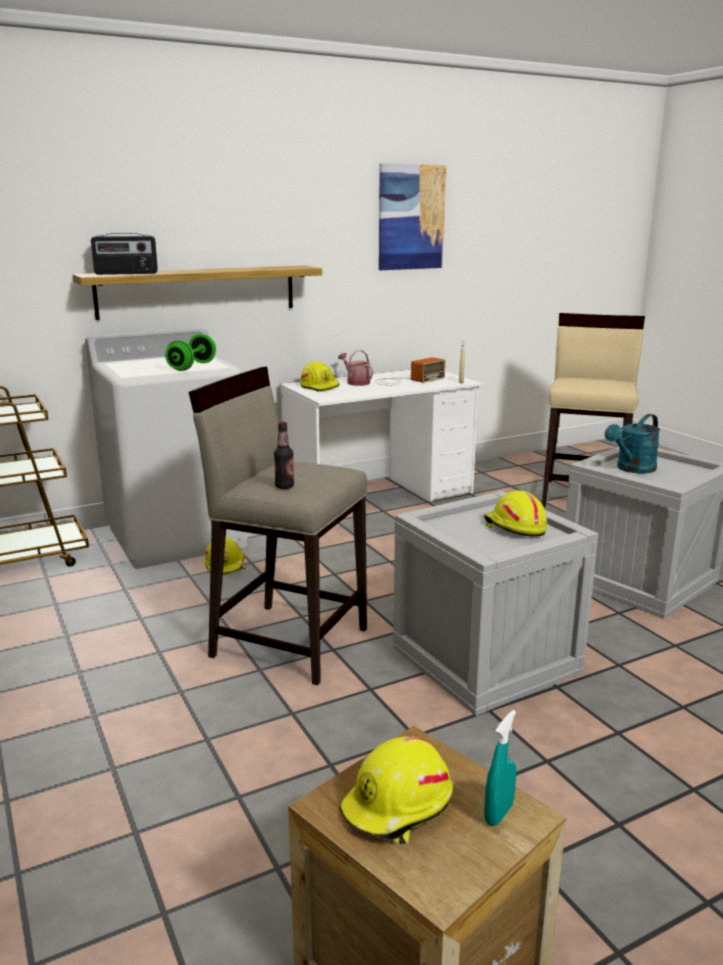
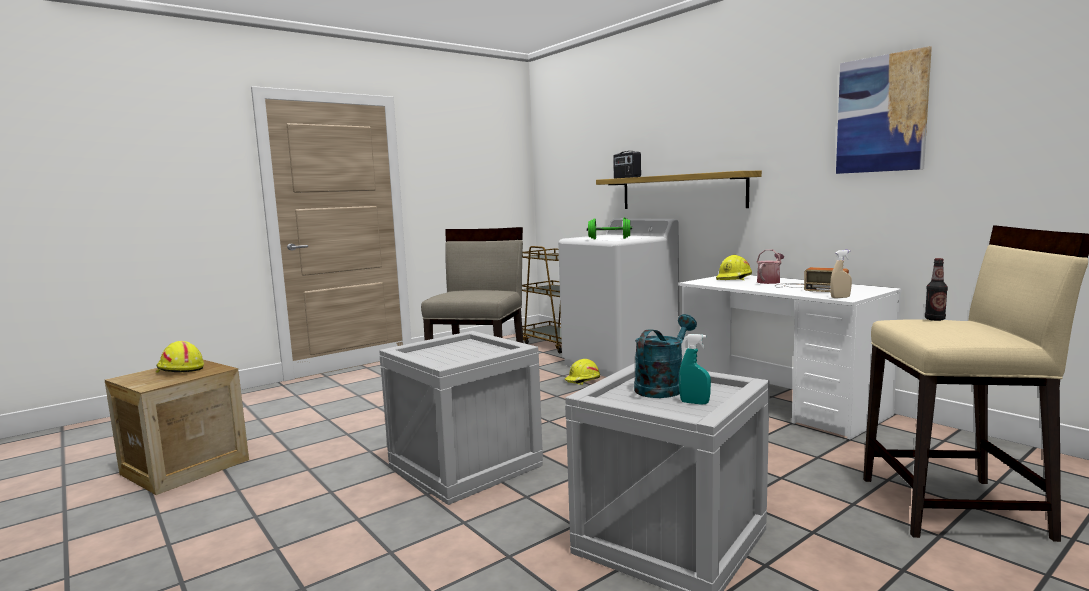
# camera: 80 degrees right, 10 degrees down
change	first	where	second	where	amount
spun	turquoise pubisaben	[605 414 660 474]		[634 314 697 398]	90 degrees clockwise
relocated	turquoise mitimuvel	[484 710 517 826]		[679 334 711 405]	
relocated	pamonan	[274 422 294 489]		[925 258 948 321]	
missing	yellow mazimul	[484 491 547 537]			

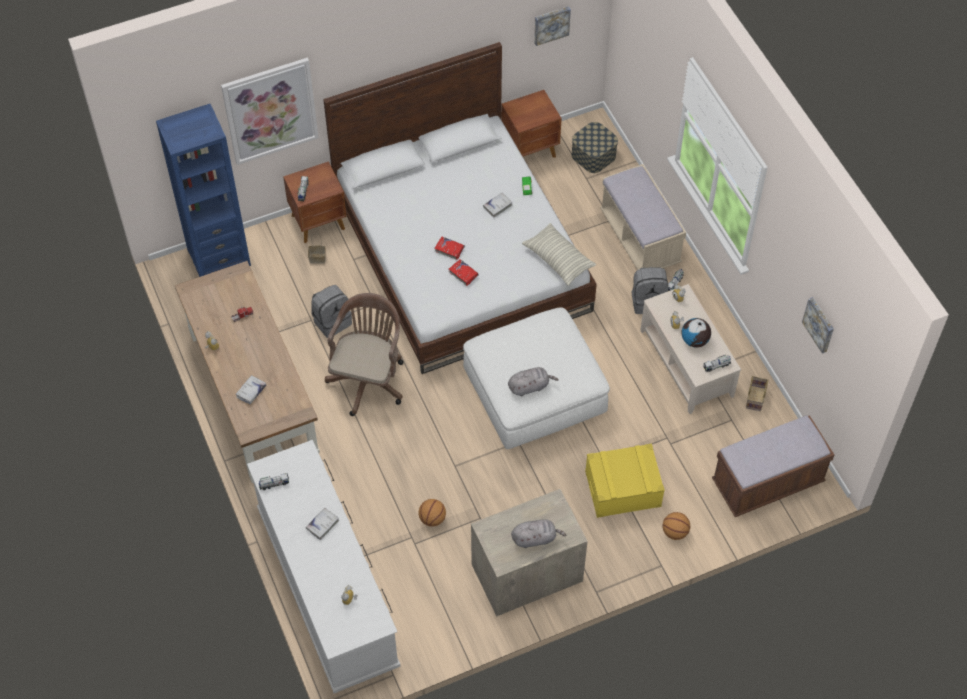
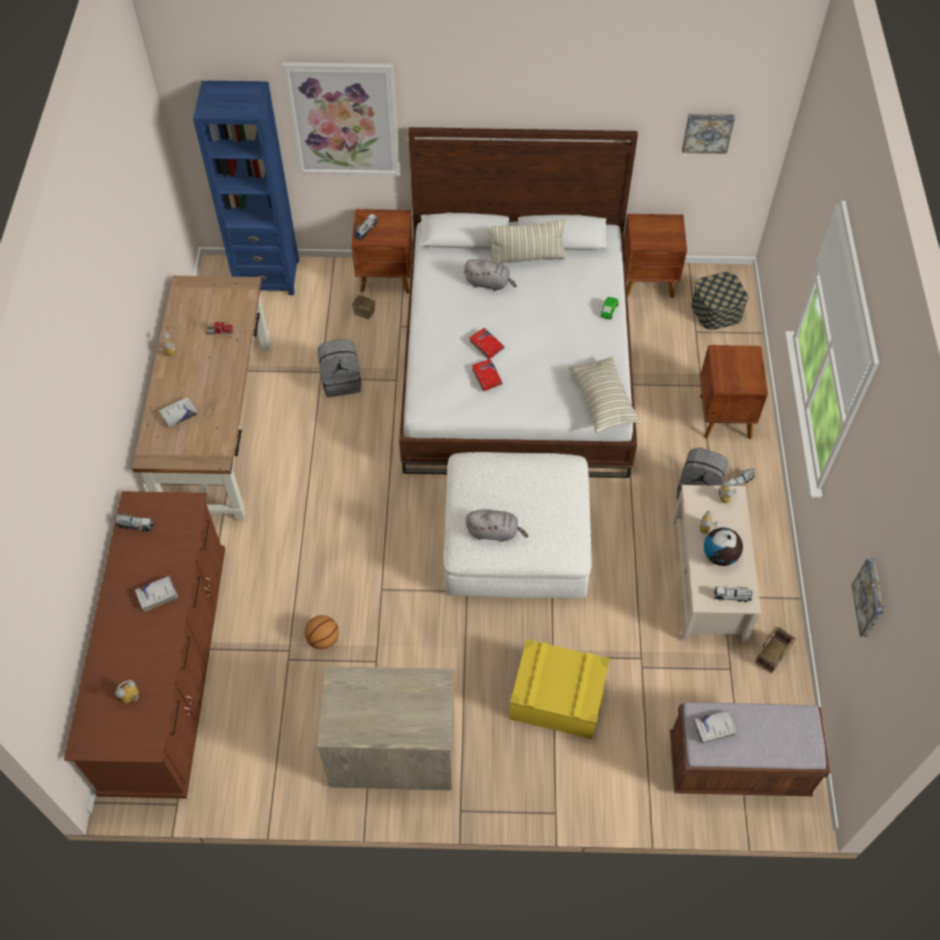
# camera: 25 degrees right, 0 degrees up
change	first	where	second	where	amount
colour	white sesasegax	[247 440 400 693]	brown sesasegax	[64 491 225 799]	
relocated	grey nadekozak	[511 520 566 548]		[464 259 517 291]	
appeared			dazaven	[488 219 567 264]	
relocated	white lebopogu	[483 193 512 218]		[694 710 738 744]	
exchanged	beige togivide	[600 164 686 270]	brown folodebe	[700 345 768 439]	
missing	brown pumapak	[325 293 403 416]			
missing	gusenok	[663 512 690 540]			

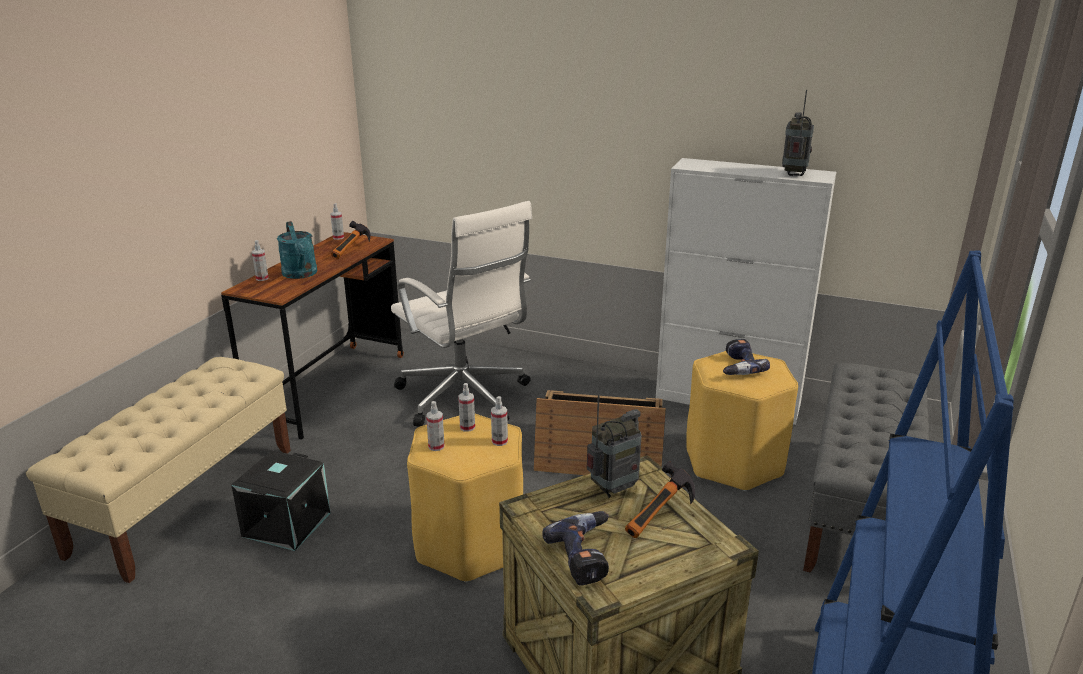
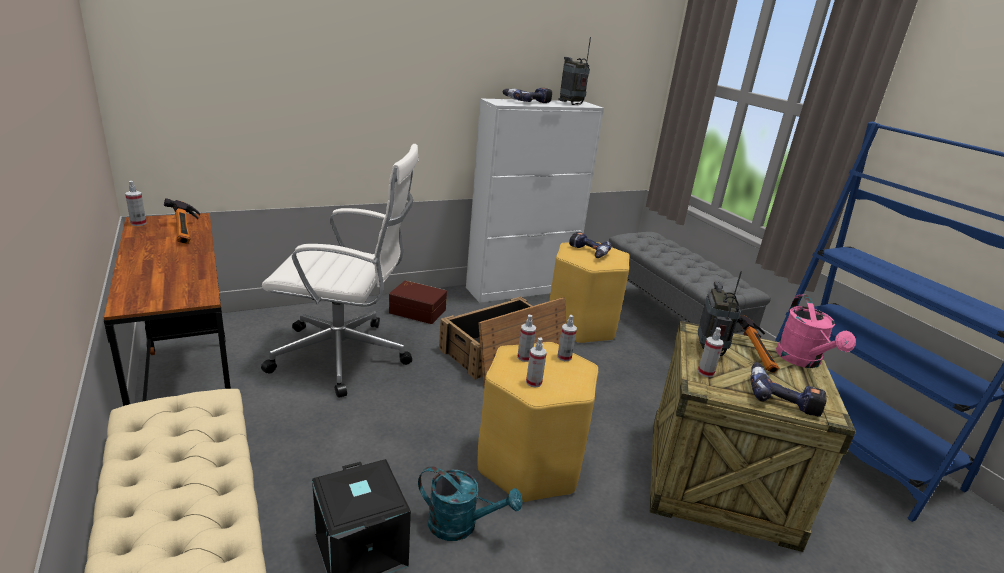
# camera: 50 degrees left, 0 degrees up
change	first	where	second	where	amount
appeared			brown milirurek	[389 281 447 324]	
relocated	turquoise pubisaben	[277 221 317 279]		[418 466 522 541]	
appeared			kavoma	[503 88 552 103]	
relocated	mitimuvel	[252 240 269 281]		[698 327 724 377]	
appeared			pink pubisaben	[776 294 856 368]	

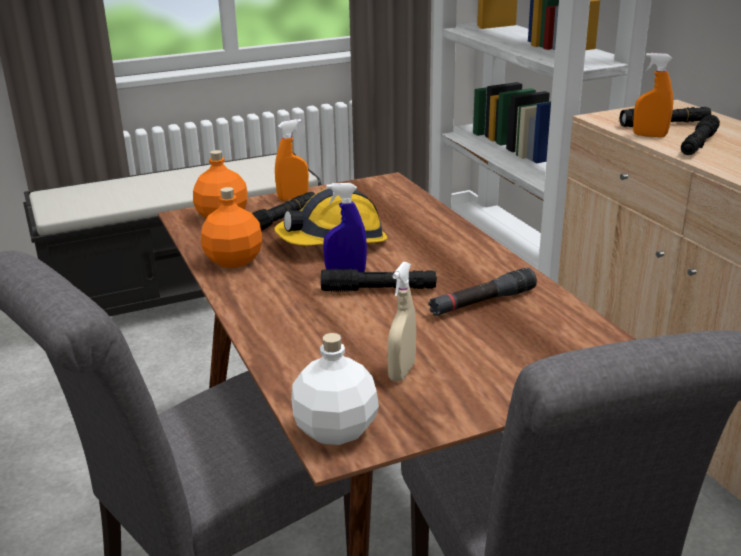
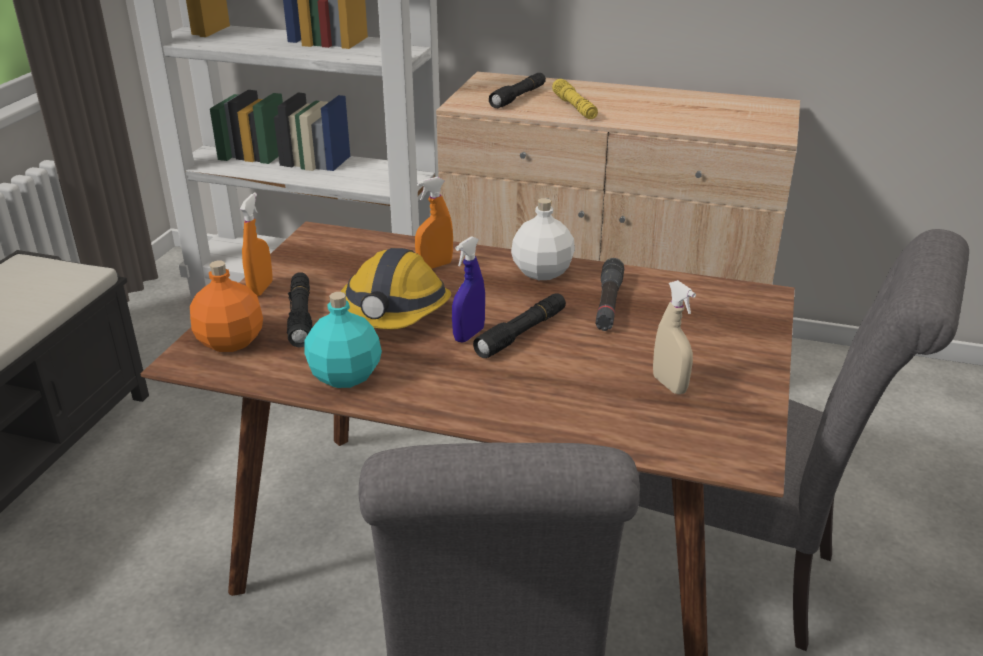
# camera: 50 degrees left, 5 degrees up
change	first	where	second	where	amount
colour	orange pamonan	[201 187 262 268]	turquoise pamonan	[304 292 382 388]	
relocated	orange mitimuvel	[633 53 673 137]		[415 177 453 269]	
relocated	white pamonan	[291 333 379 445]		[511 198 575 280]	
colour	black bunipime	[681 115 720 155]	yellow bunipime	[552 79 598 119]	

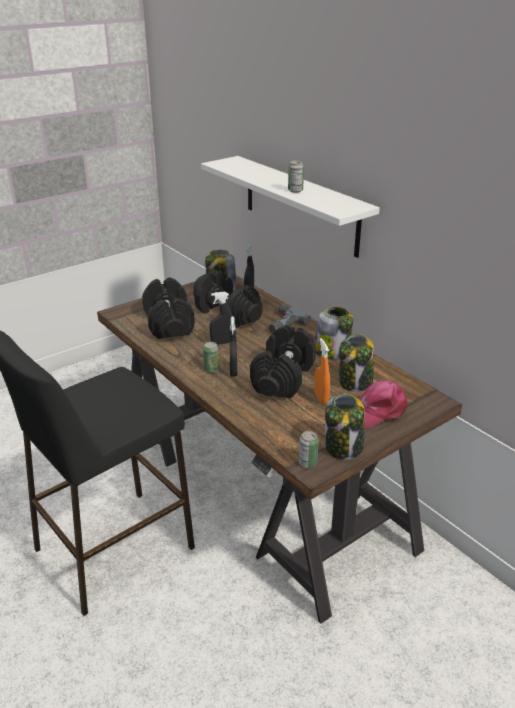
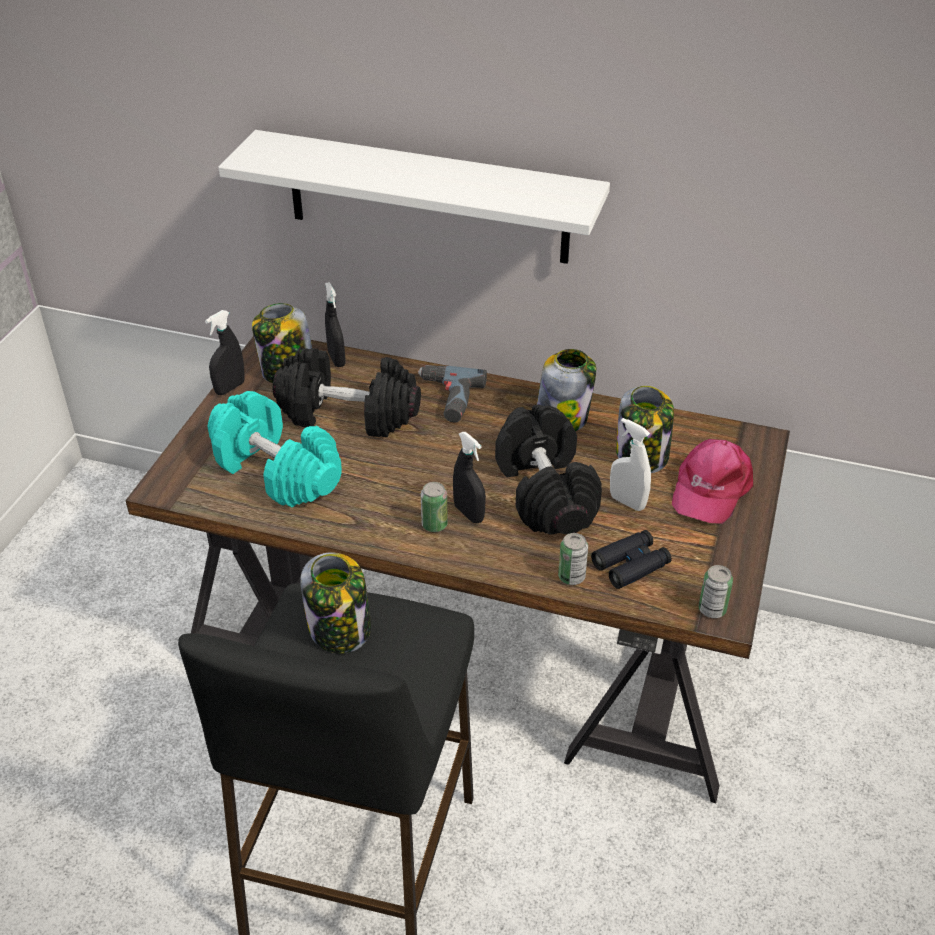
# camera: 35 degrees left, 10 degrees up
change	first	where	second	where	amount
relocated	black mitimuvel	[209 292 233 345]		[205 310 245 395]	
colour	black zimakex	[142 277 195 339]	turquoise zimakex	[208 391 342 507]	
relocated	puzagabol	[325 394 365 460]		[300 552 371 654]	
relocated	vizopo	[288 161 304 193]		[558 533 588 585]	
appeared			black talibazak	[591 530 671 589]	
colour	orange mitimuvel	[314 338 330 405]	white mitimuvel	[610 418 651 511]	

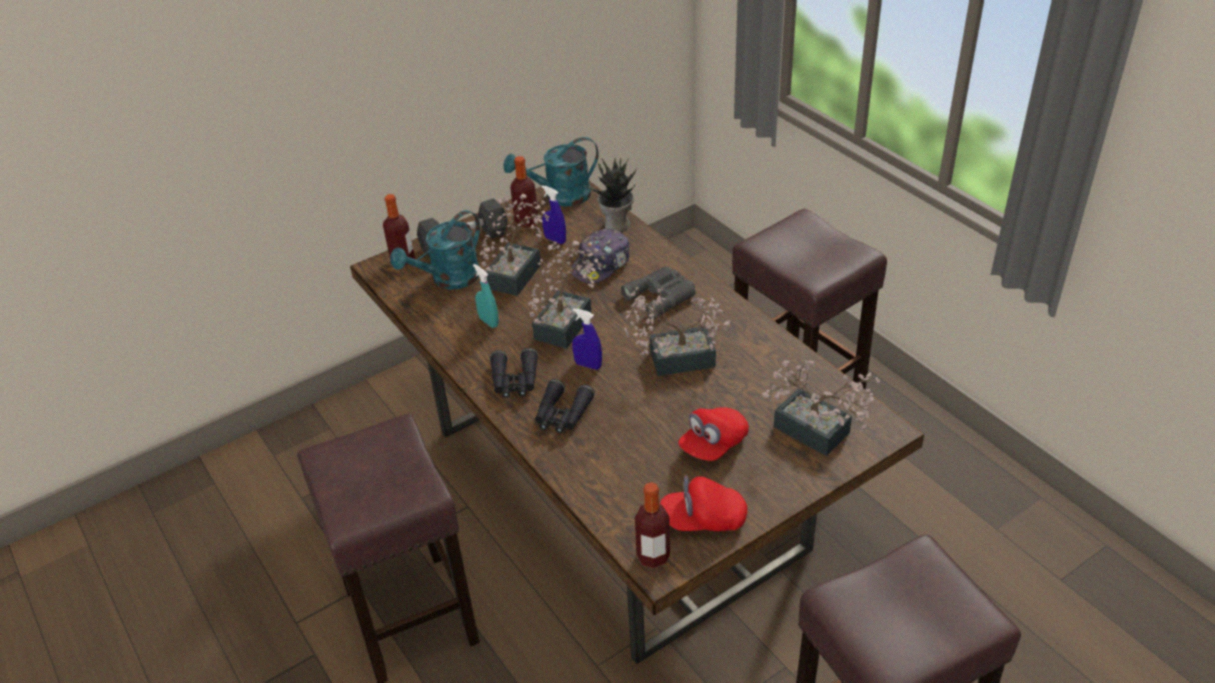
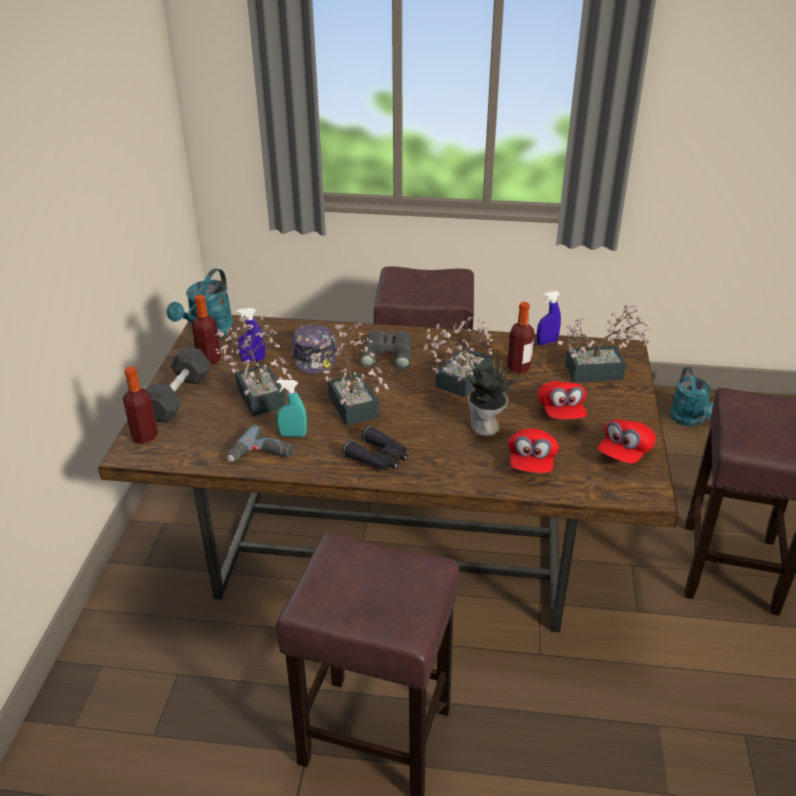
# camera: 50 degrees left, 5 degrees down
change	first	where	second	where	amount
appeared			kavoma	[227 425 294 462]	
relocated	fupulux	[585 157 637 232]		[465 352 521 436]	
relocated	pamonan	[635 482 670 568]		[507 302 534 374]	
appeared			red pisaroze	[508 428 559 473]	
relocated	blue mitimuvel	[572 308 602 370]		[537 291 561 345]	
relocated	turquoise pubisaben	[390 210 480 290]		[670 368 713 427]	
missing	black talibazak	[535 379 595 433]			

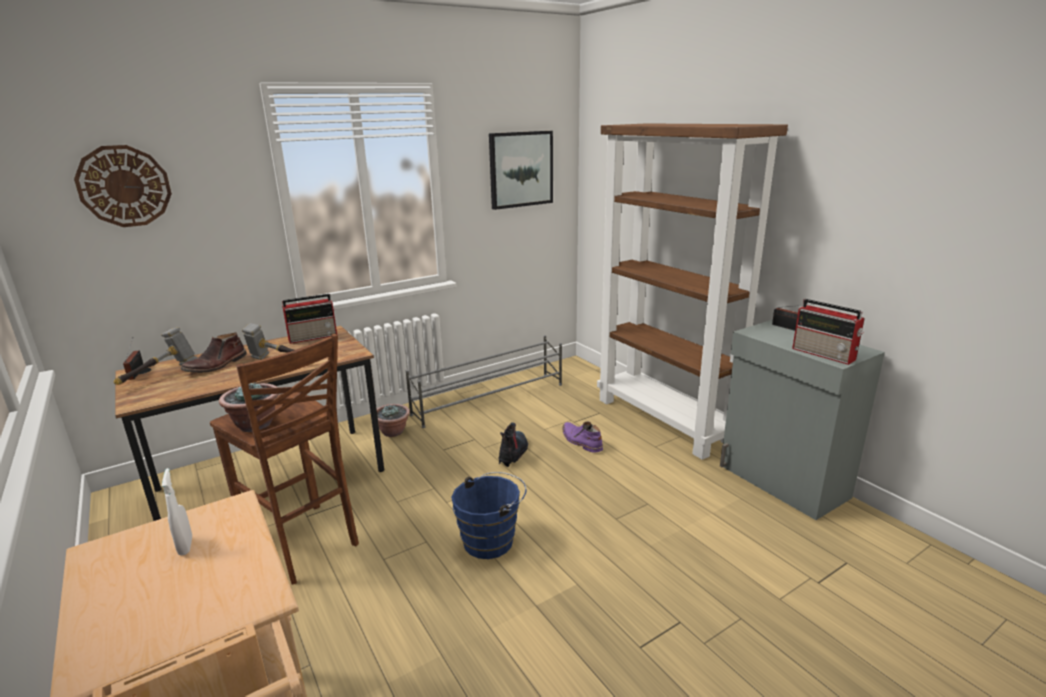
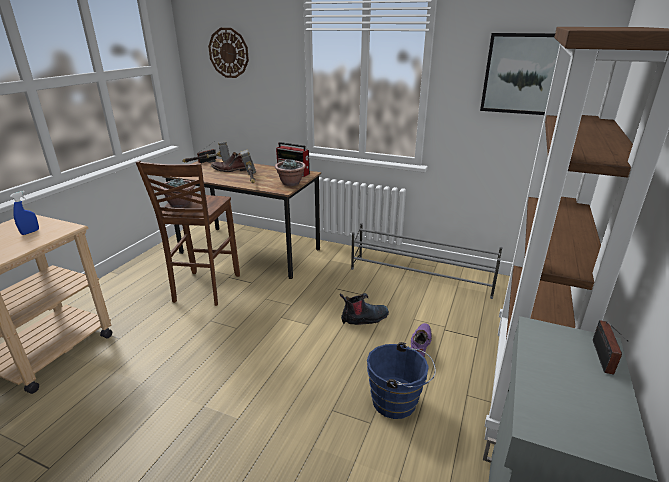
# camera: 55 degrees right, 5 degrees up
change	first	where	second	where	amount
colour	white mitimuvel	[162 468 192 556]	blue mitimuvel	[10 191 39 235]	
relocated	fupulux	[377 404 410 437]		[275 159 306 186]	
relocated	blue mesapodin	[451 472 526 559]		[367 342 436 419]	
missing	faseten	[792 299 865 365]			

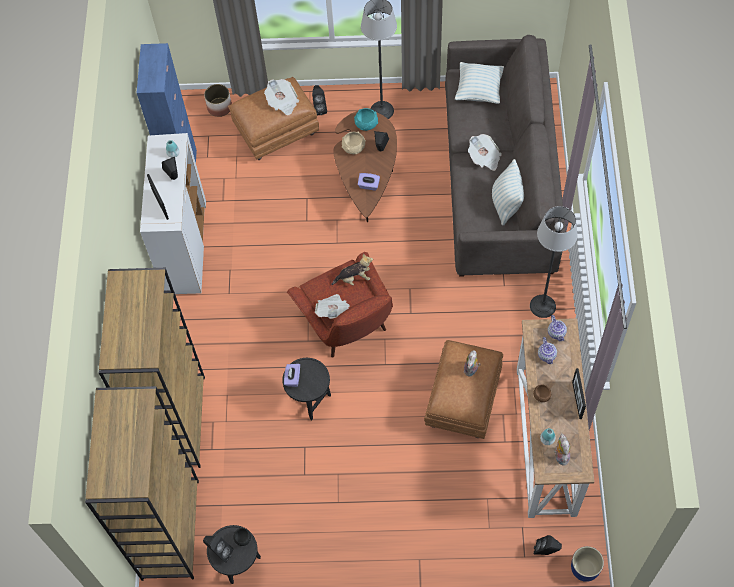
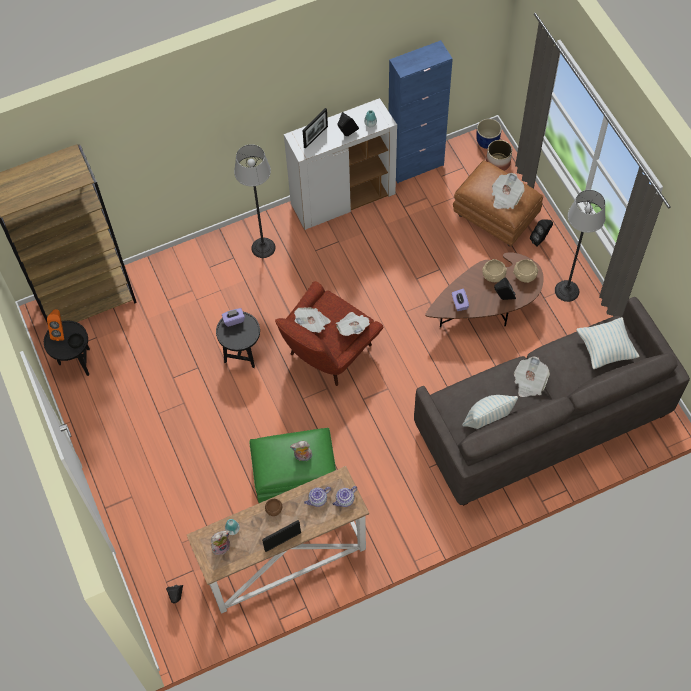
# camera: 65 degrees right, 0 degrees up
change	first	where	second	where	amount
colour	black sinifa	[203 536 233 563]	orange sinifa	[47 309 64 341]	
relocated	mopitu	[530 206 578 318]		[234 144 275 258]	
colour	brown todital	[424 340 503 439]	green todital	[250 428 336 503]	
exchanged	nadekozak	[331 254 373 285]	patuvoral	[336 312 370 336]	
relocated	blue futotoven	[571 546 604 582]		[476 119 502 149]	
colour	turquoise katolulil	[354 108 378 131]	beige katolulil	[513 259 538 283]	
missing	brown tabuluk	[99 268 205 468]			

